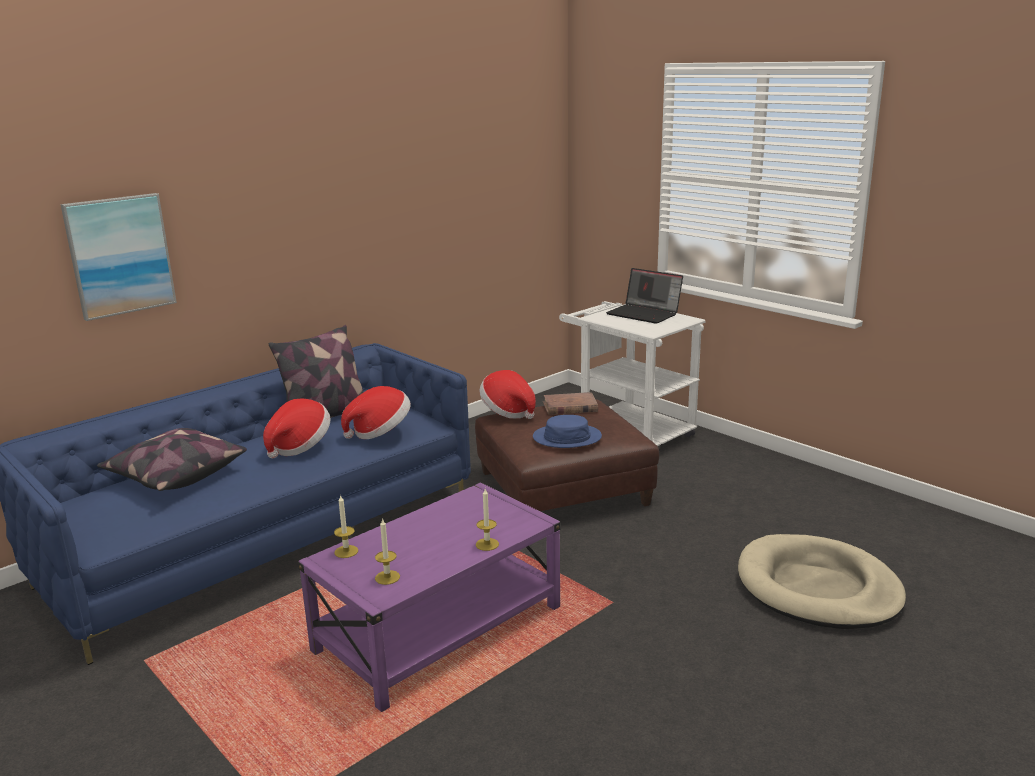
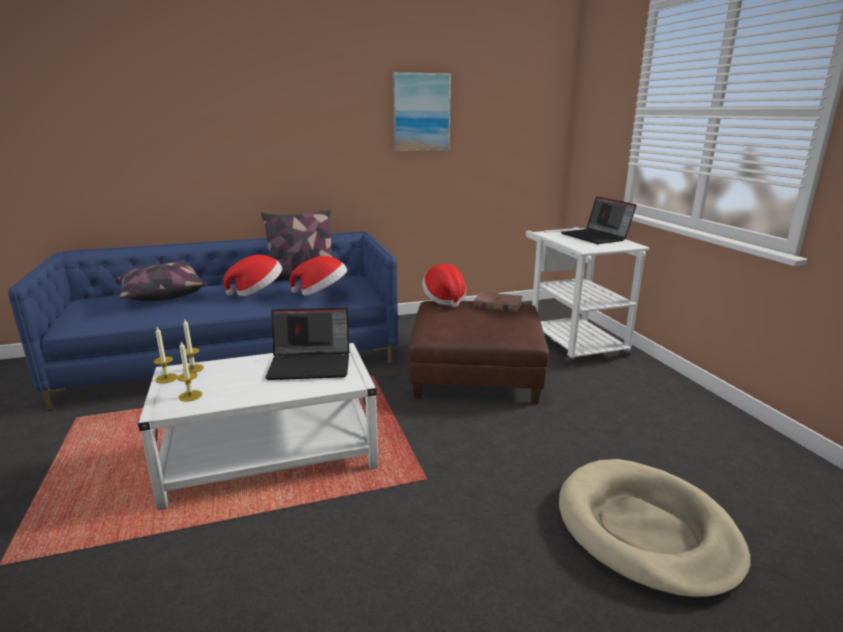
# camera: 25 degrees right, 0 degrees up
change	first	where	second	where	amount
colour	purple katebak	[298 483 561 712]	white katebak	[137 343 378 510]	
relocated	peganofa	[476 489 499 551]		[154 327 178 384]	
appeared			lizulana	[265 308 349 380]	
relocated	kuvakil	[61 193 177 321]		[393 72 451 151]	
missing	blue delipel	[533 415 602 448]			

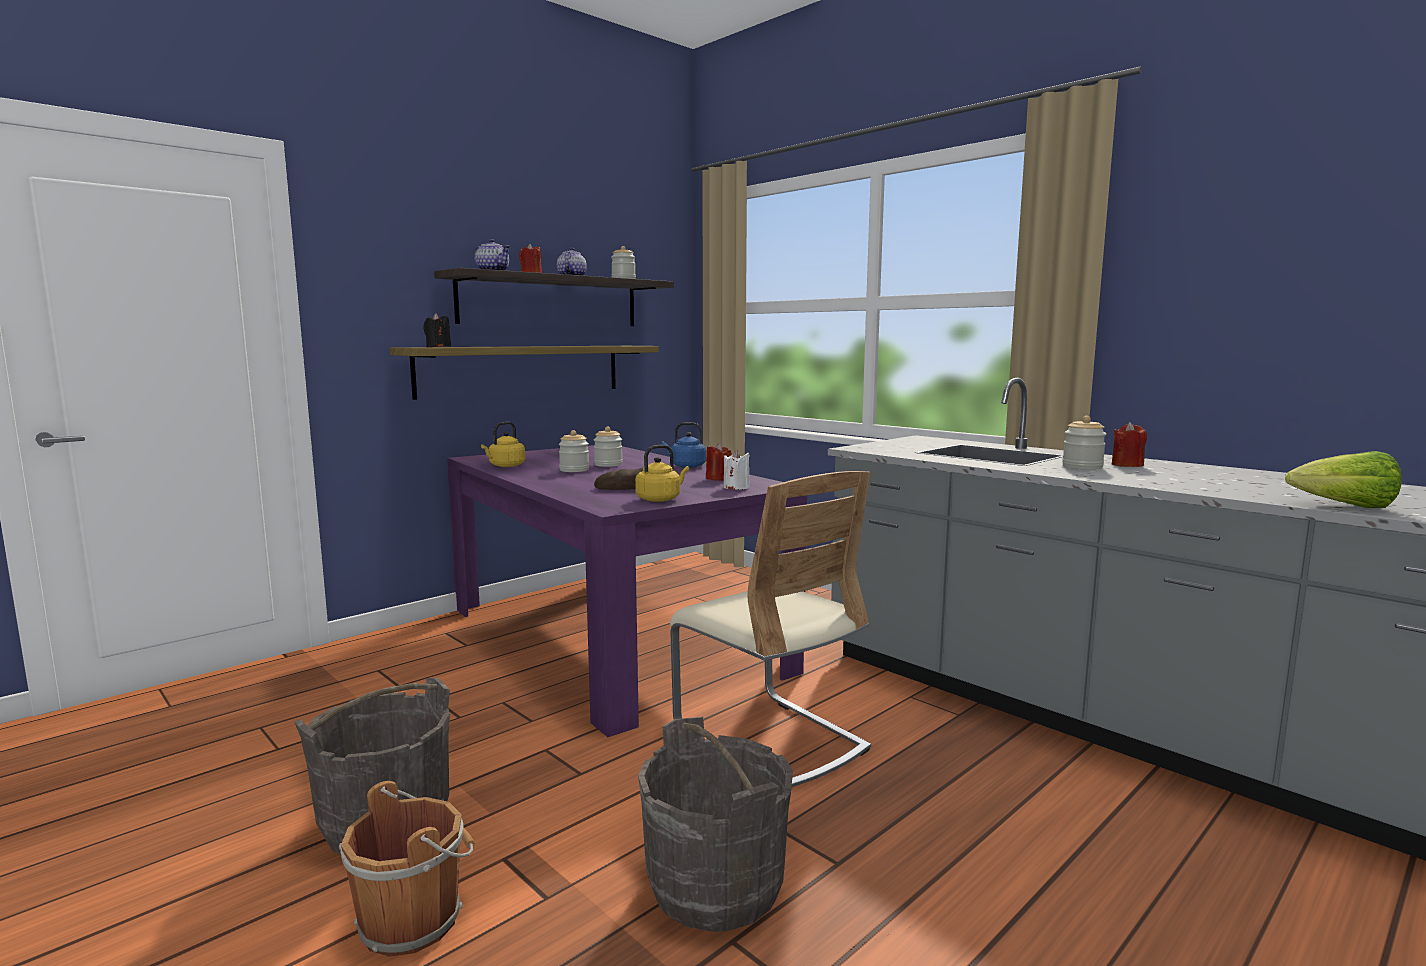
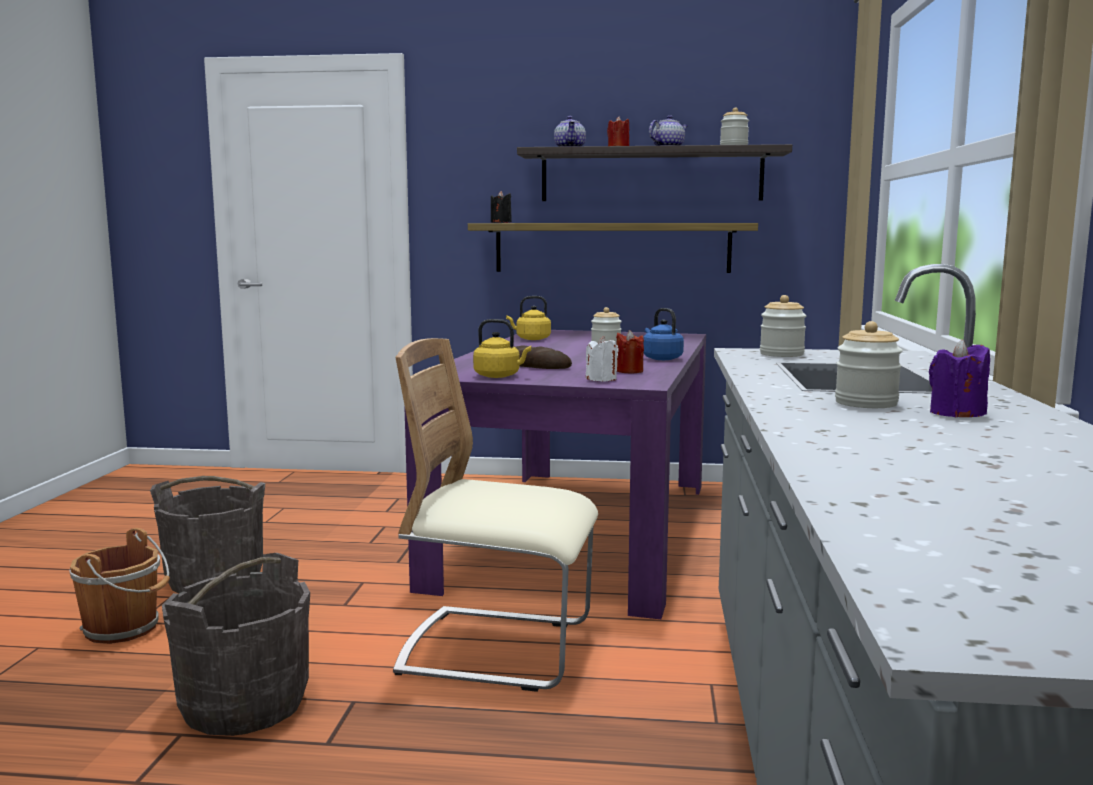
# camera: 50 degrees right, 0 degrees up
change	first	where	second	where	amount
spun	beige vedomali	[670 471 871 787]		[393 338 598 692]	90 degrees clockwise
relocated	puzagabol	[559 430 589 472]		[760 295 807 357]	
colour	red peganofa	[1112 422 1147 467]	purple peganofa	[929 340 990 417]	
missing	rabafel	[1285 451 1401 508]			

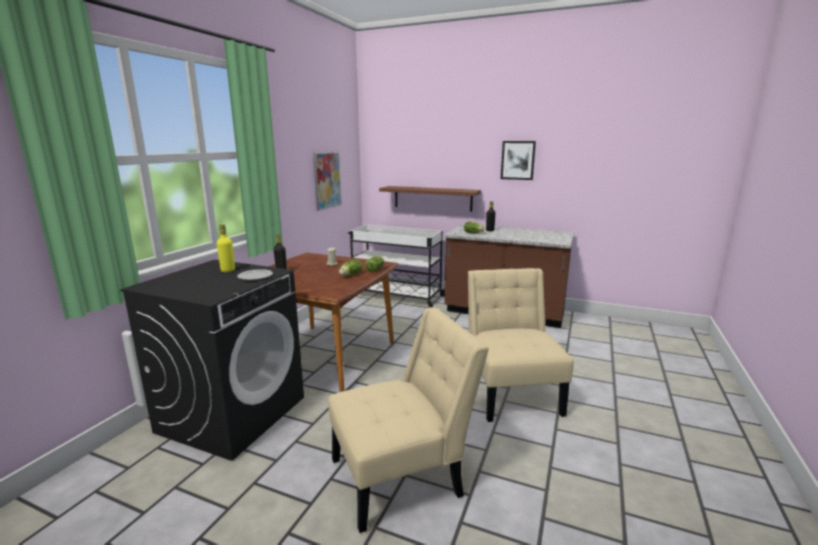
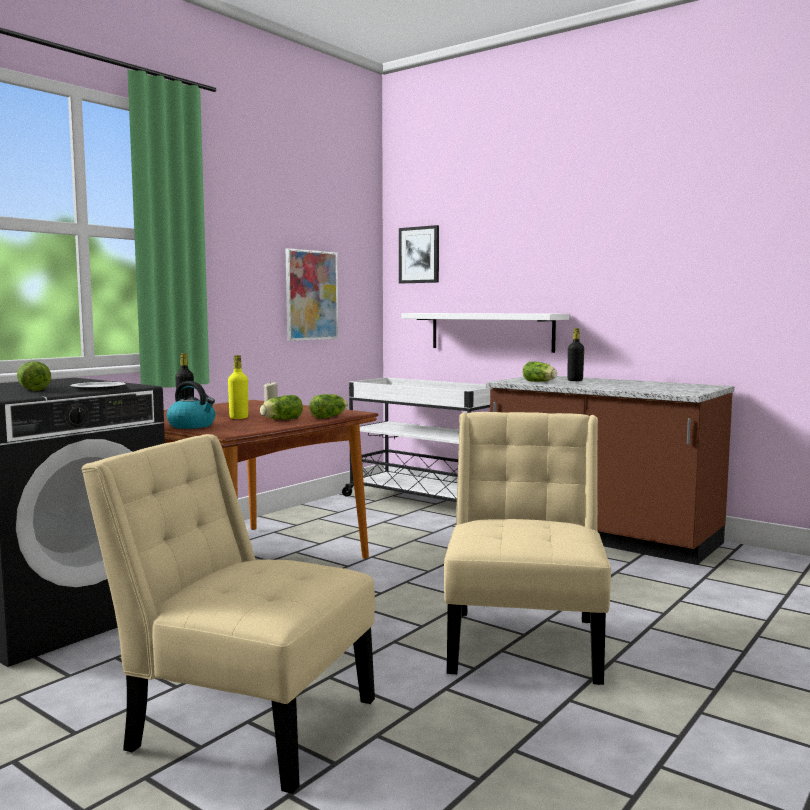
# camera: 15 degrees right, 10 degrees down
change	first	where	second	where	amount
appeared			rabafel	[17 361 51 391]	
spun	beige vedomali	[328 307 489 533]		[81 434 375 794]	150 degrees counterclockwise
appeared			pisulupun	[166 381 215 429]	
relocated	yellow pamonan	[217 224 235 272]		[228 355 248 419]	
relocated	kuvakil	[501 141 536 180]		[399 225 439 283]	
colour	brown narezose	[379 186 481 212]	white narezose	[402 313 569 353]	

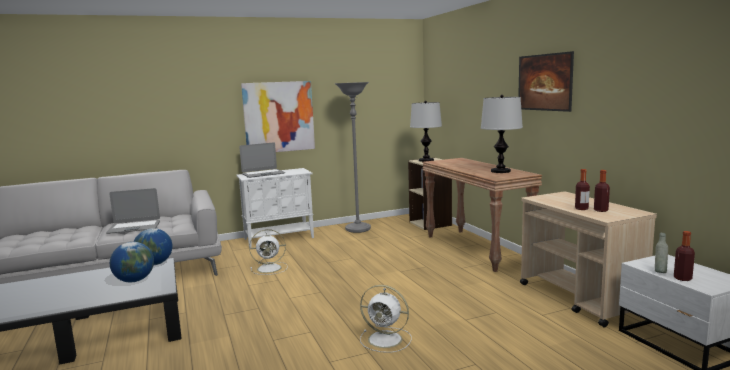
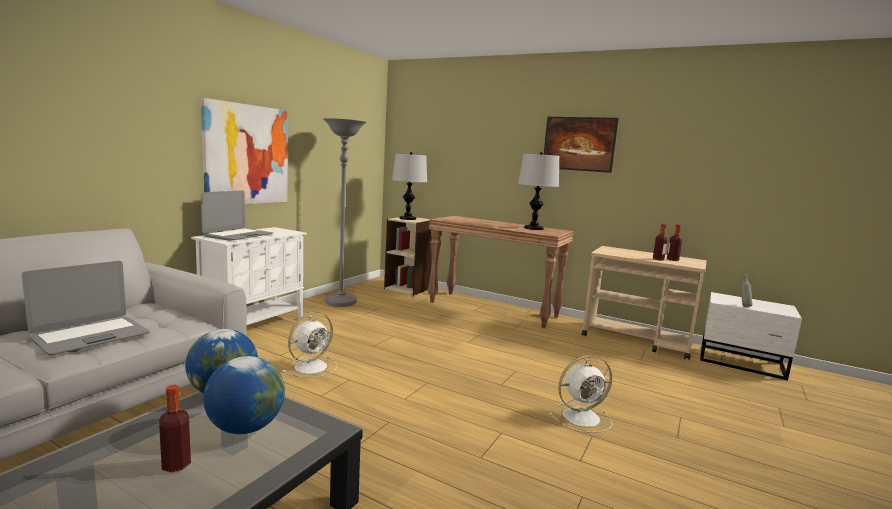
# camera: 40 degrees left, 0 degrees up
change	first	where	second	where	amount
relocated	pamonan	[674 231 695 281]		[159 385 191 472]	

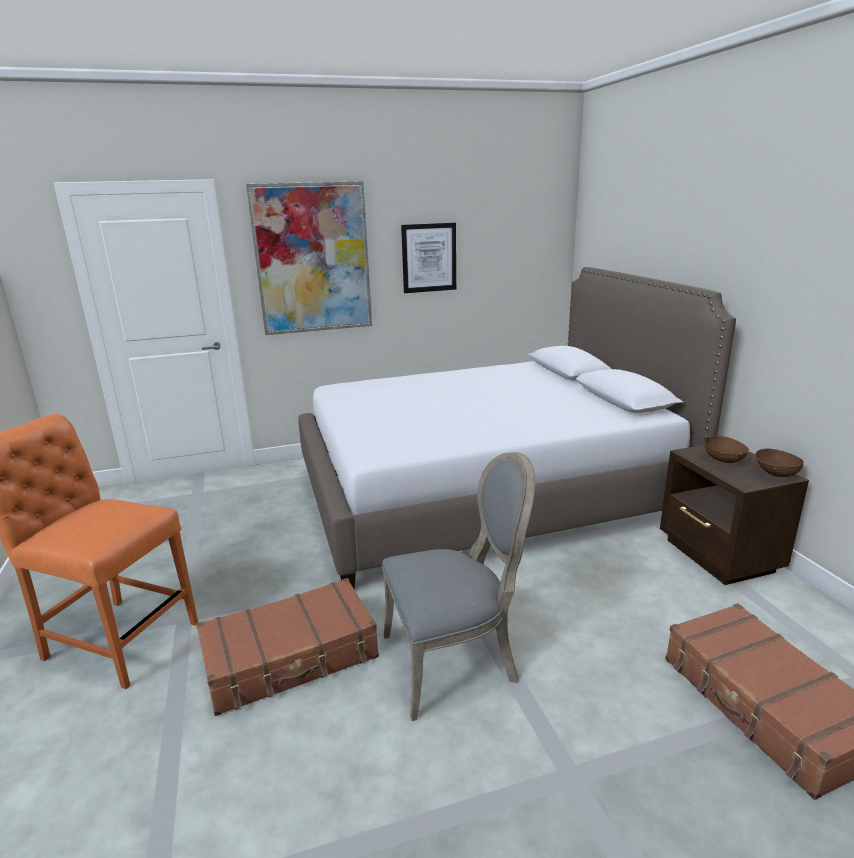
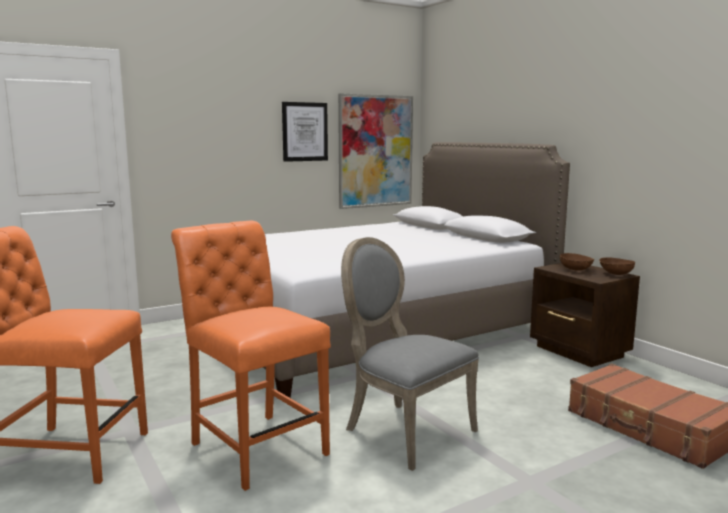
# camera: 15 degrees left, 10 degrees down
change	first	where	second	where	amount
exchanged	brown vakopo	[196 578 379 716]	orange vedomali	[171 221 331 491]	
relocated	kuvakil	[246 181 372 335]		[338 93 413 209]	
spun	grey vedomali	[382 452 535 721]		[341 237 479 471]	105 degrees counterclockwise

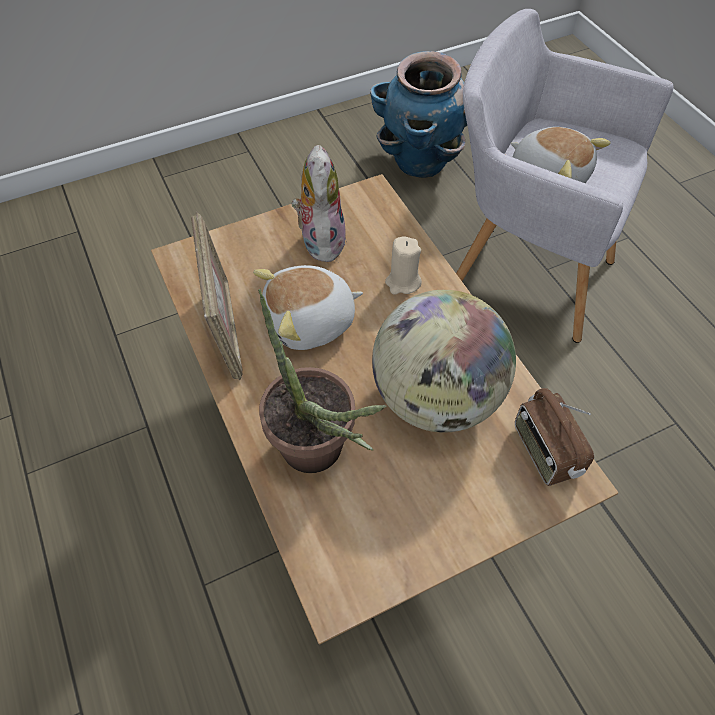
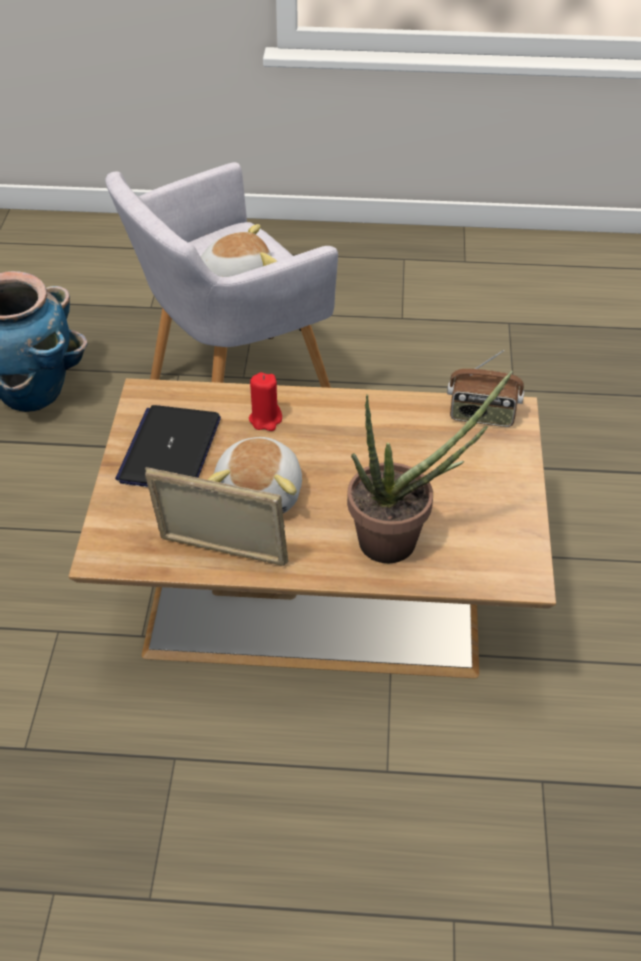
# camera: 60 degrees left, 10 degrees down
change	first	where	second	where	amount
exchanged	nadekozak	[291 145 346 262]	lizulana	[115 405 221 487]	
colour	beige peganofa	[385 237 422 295]	red peganofa	[249 372 282 431]	
missing	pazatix	[372 290 516 432]			

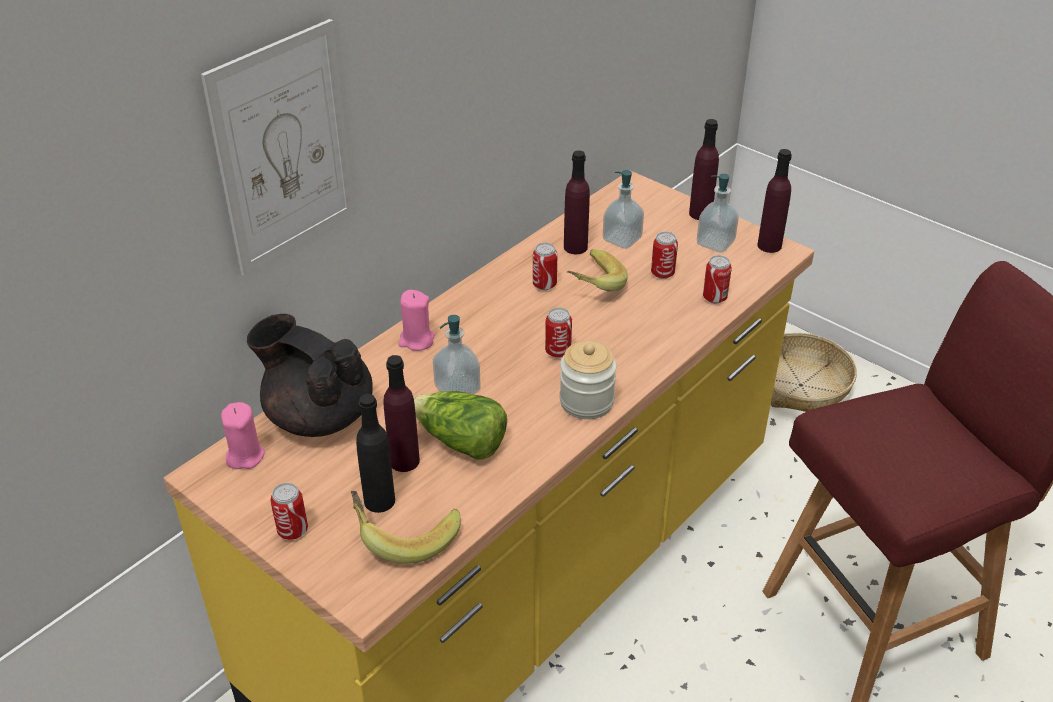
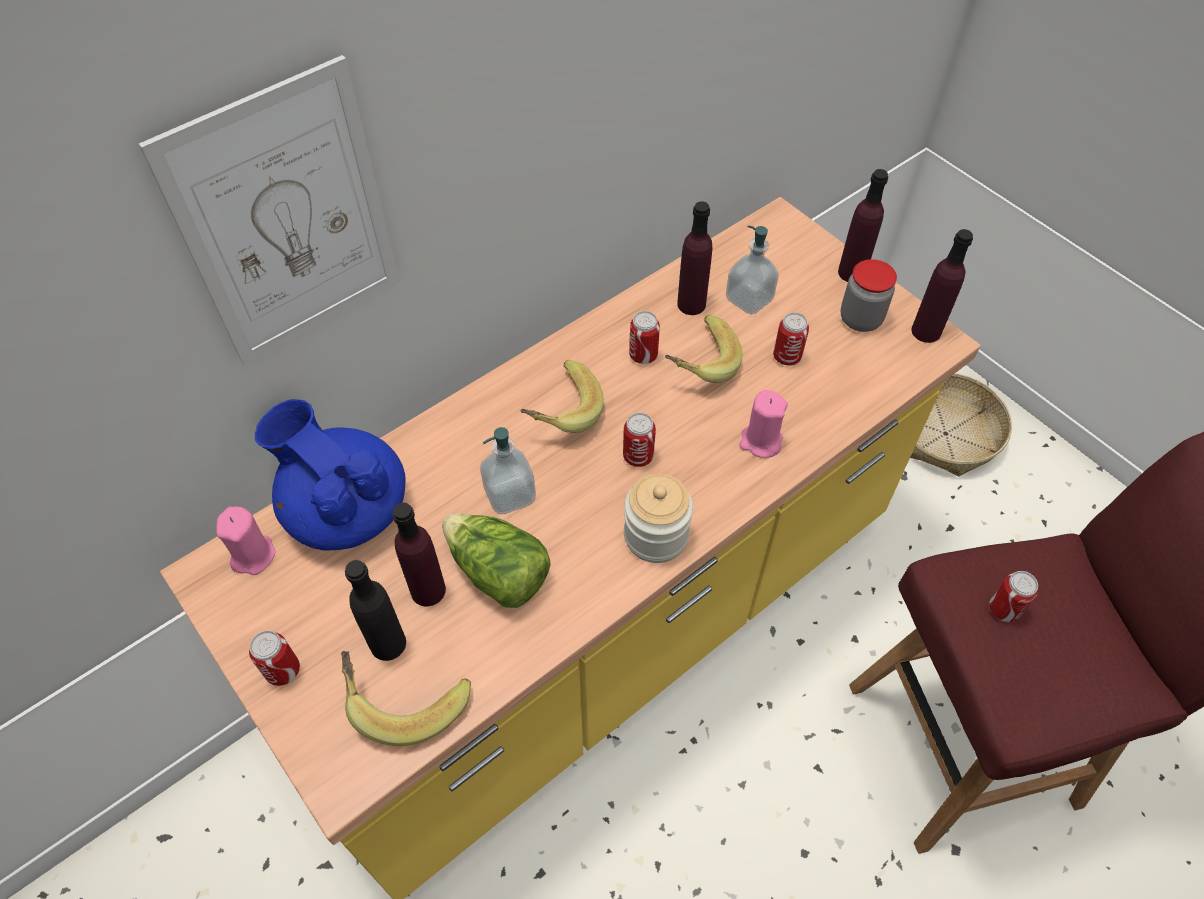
# camera: 10 degrees right, 15 degrees up
change	first	where	second	where	amount
colour	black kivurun	[247 314 373 437]	blue kivurun	[255 399 406 550]	
appeared			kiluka	[521 360 604 433]	
relocated	pink peganofa	[398 290 435 351]		[739 390 788 458]	
exchanged	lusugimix	[697 174 739 253]	puzagabol	[841 259 897 332]	
relocated	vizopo	[703 255 732 303]		[989 571 1038 622]	

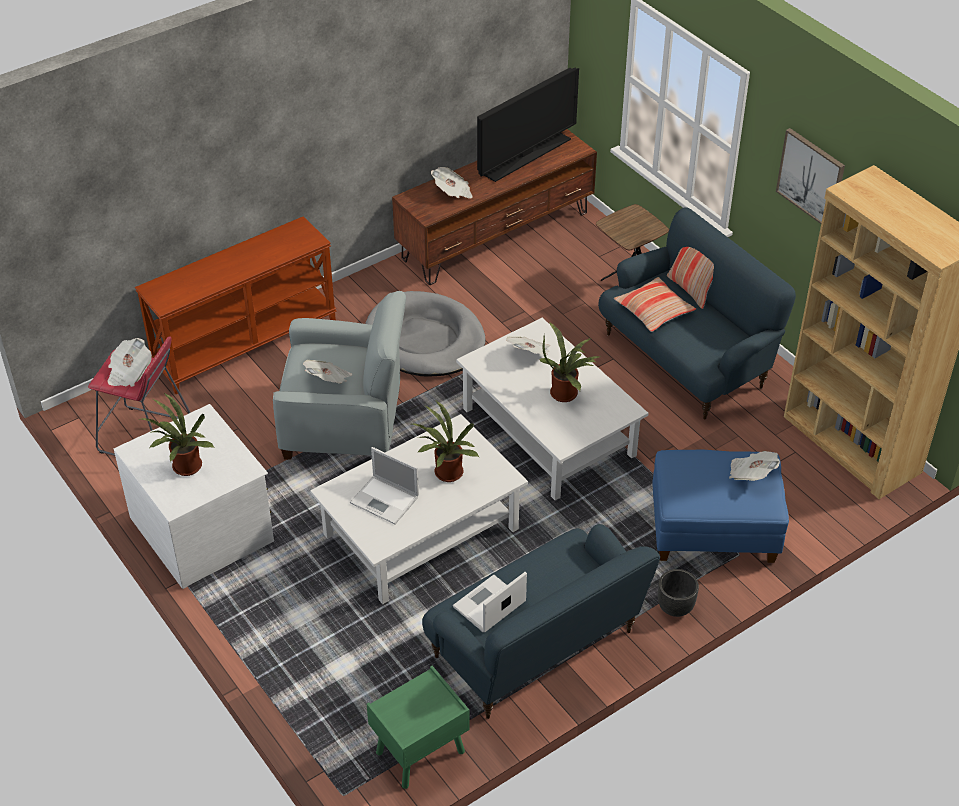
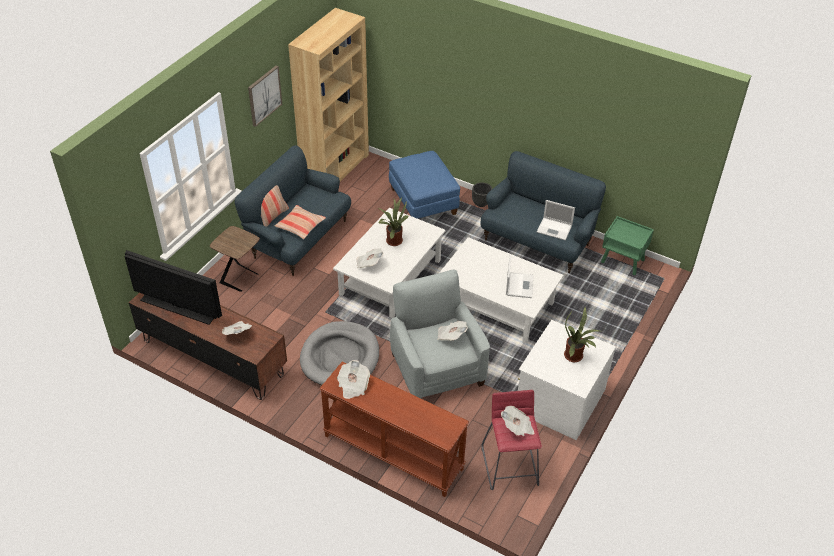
# camera: 115 degrees left, 0 degrees up
change	first	where	second	where	amount
relocated	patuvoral	[729 451 780 481]		[337 360 370 399]	
missing	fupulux	[412 401 480 482]			

